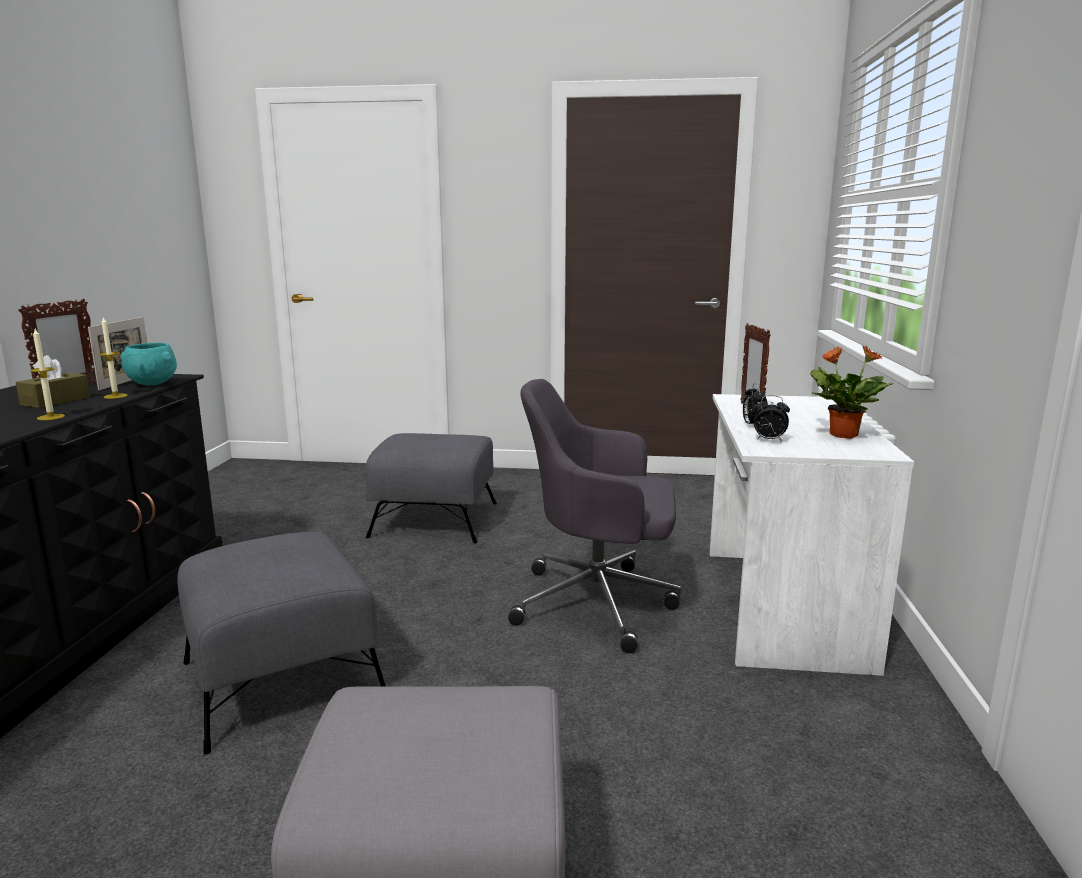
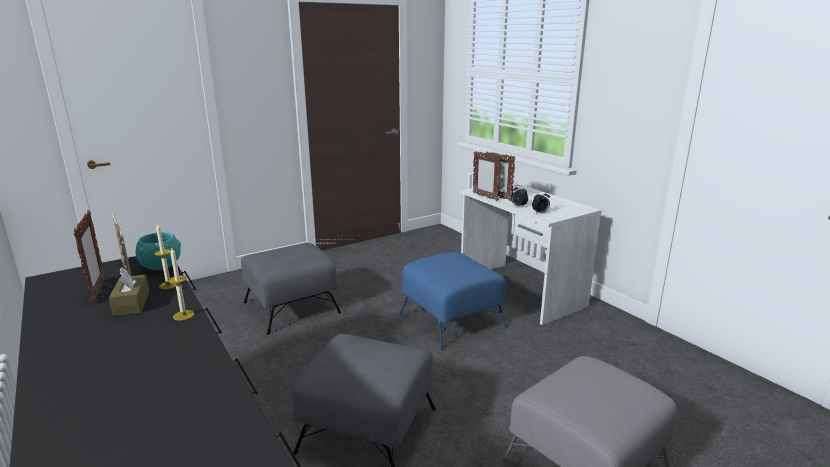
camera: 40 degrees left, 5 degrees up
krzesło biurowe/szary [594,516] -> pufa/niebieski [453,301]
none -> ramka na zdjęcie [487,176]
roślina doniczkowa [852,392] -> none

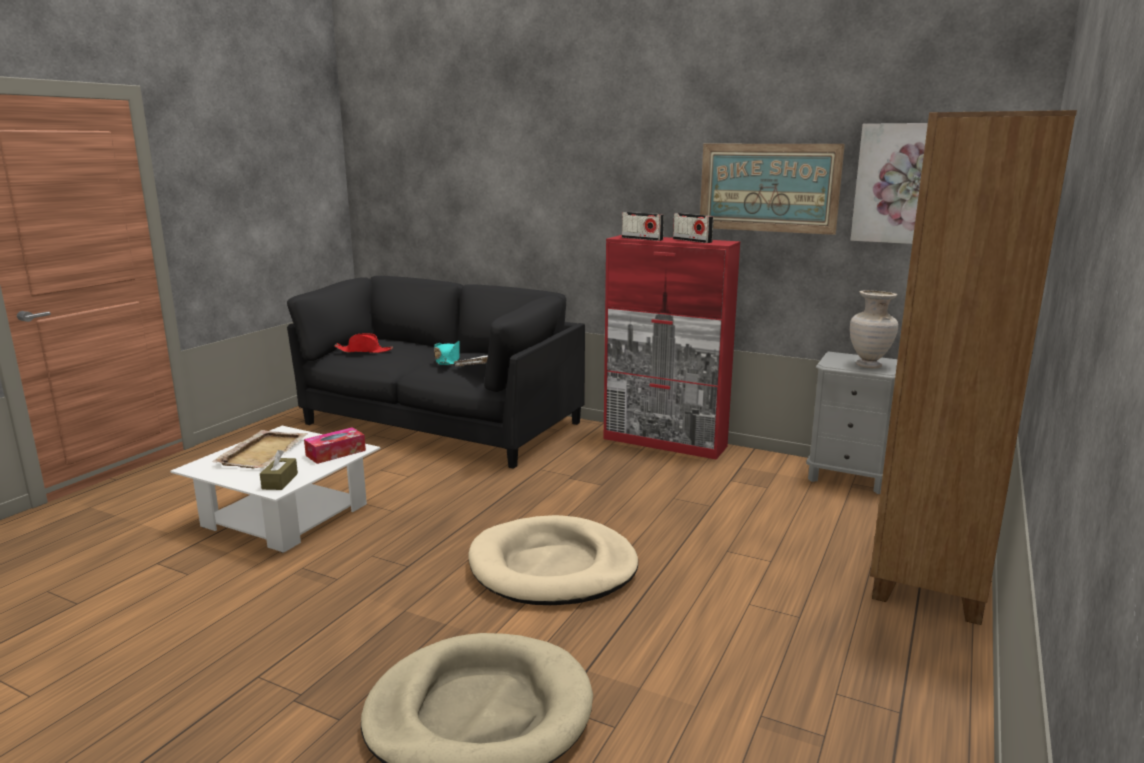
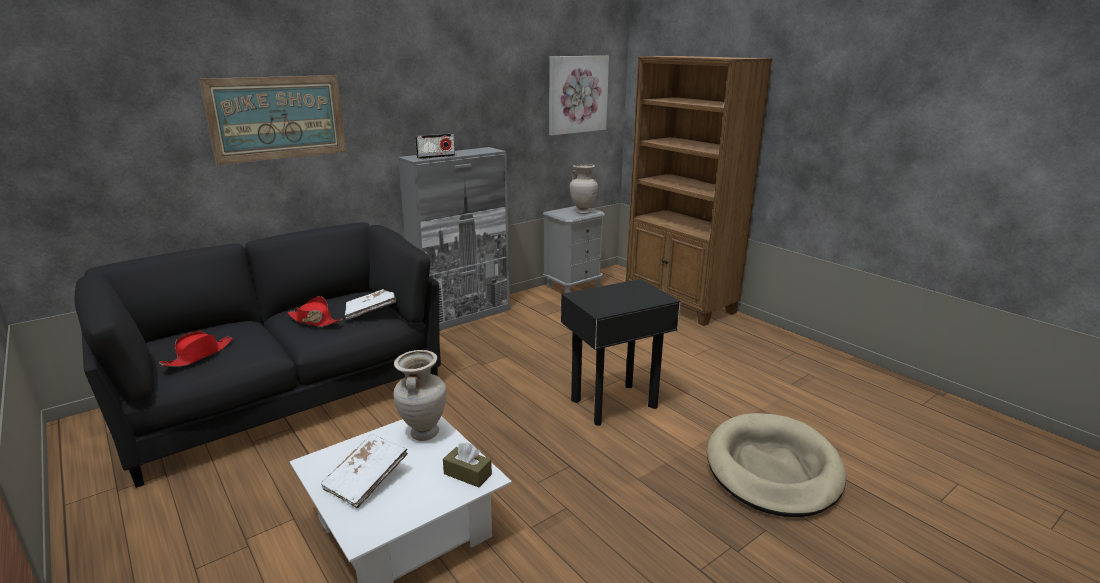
camera: 65 degrees left, 5 degrees up
obraz [772,189] -> obraz [272,120], move
kapelusz/turkusowy [447,353] -> kapelusz/czerwony [315,311]
taca/beżowy [259,449] -> książka/biały [364,471]
pudełko chusteczek [335,445] -> wazon/beżowy [420,395]
szafka/czerwony [672,347] -> szafka/szary [454,239]
legowisko/beżowy [553,560] -> stolik/czarny [620,352]
radio [693,228] -> none

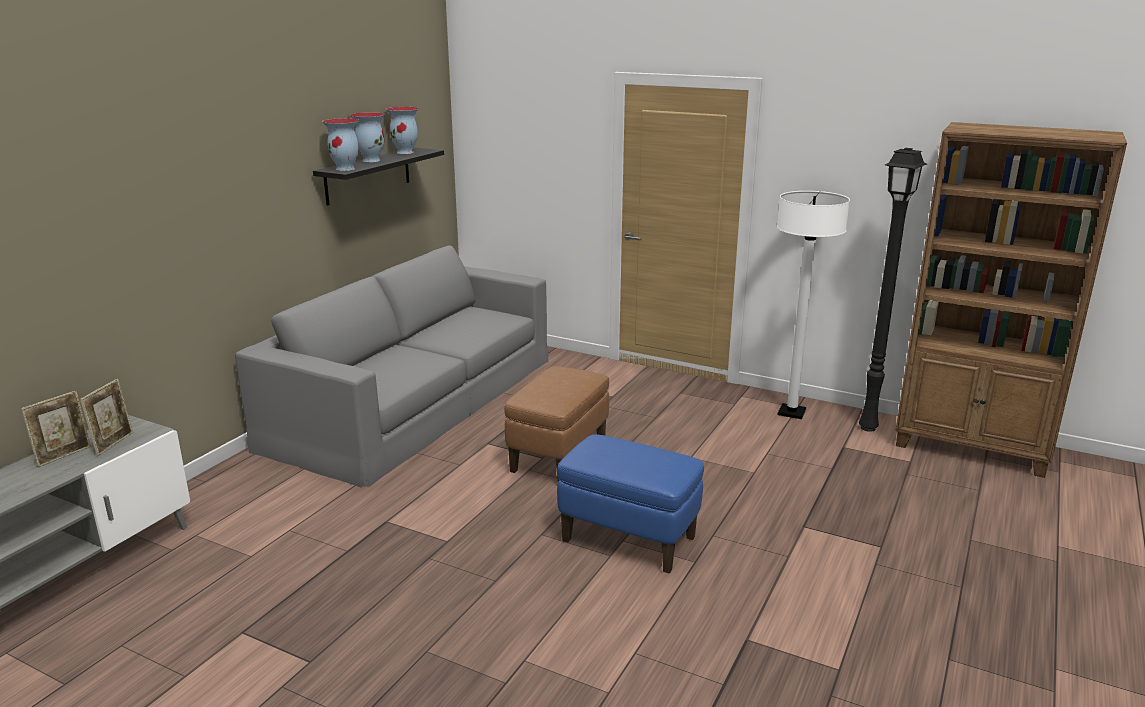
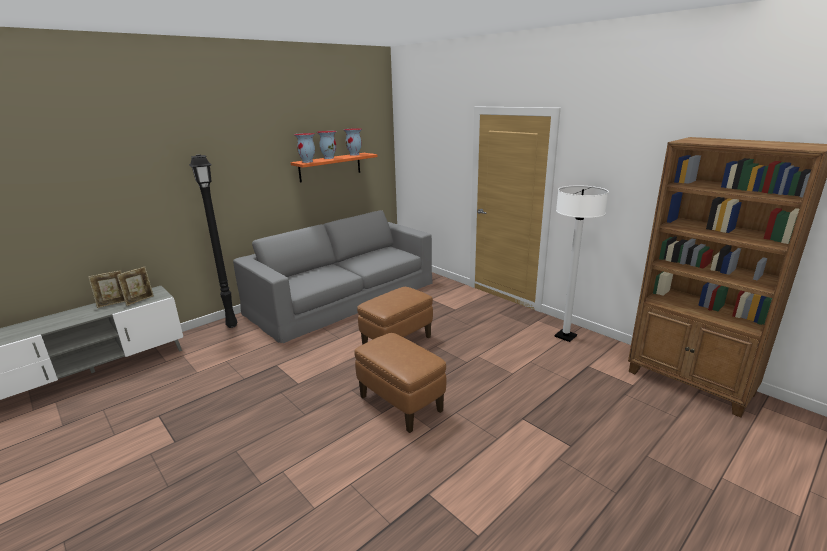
camera: 20 degrees right, 0 degrees up
lampa stojąca/czarny [893,290] -> lampa stojąca/czarny [213,241], move
półka/czarny [378,177] -> półka/pomarańczowy [334,167]
pufa/niebieski [630,504] -> pufa/brązowy [400,383]

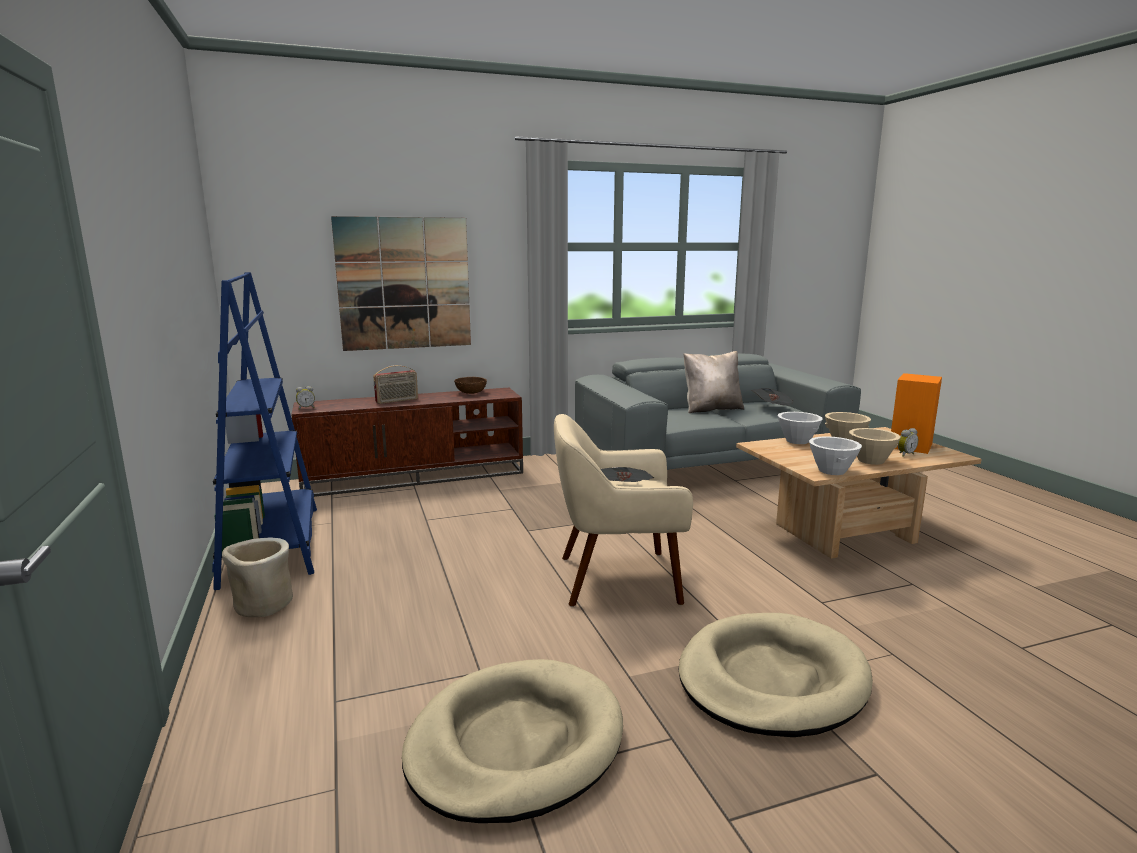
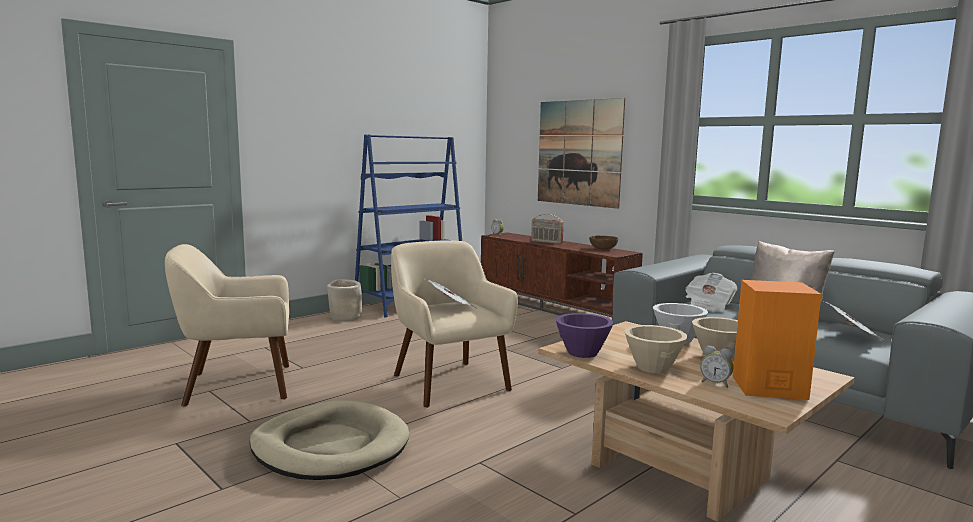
camera: 65 degrees right, 5 degrees down
legowisko/beżowy [512,741] -> fotel/beżowy [227,325]
miska/biały [835,455] -> miska/fioletowy [584,335]
none -> gazeta [711,291]

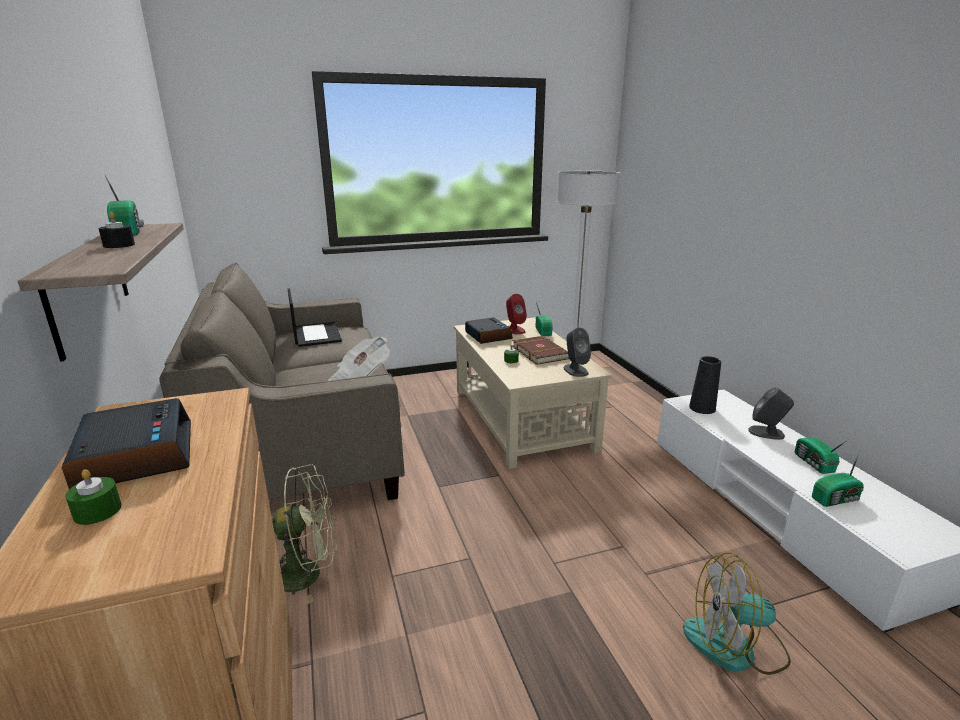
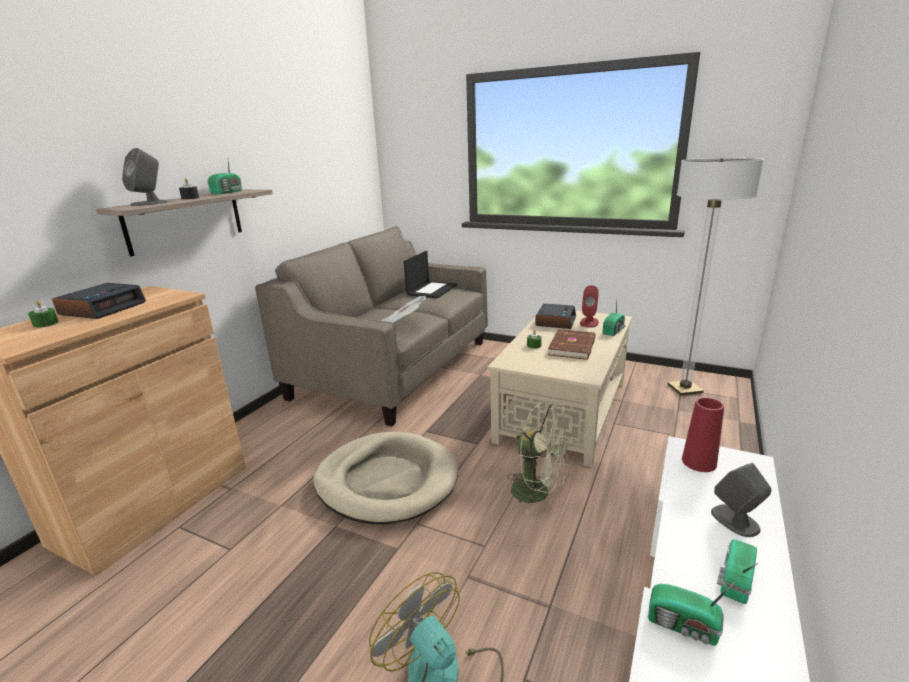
camera: 45 degrees right, 0 degrees up
głośnik/szary [577,352] -> głośnik/szary [145,177], move
none -> legowisko/beżowy [385,478]
wentylator/zielony [304,534] -> wentylator/zielony [540,458], move
wazon/czarny [705,385] -> wazon/czerwony [703,434]

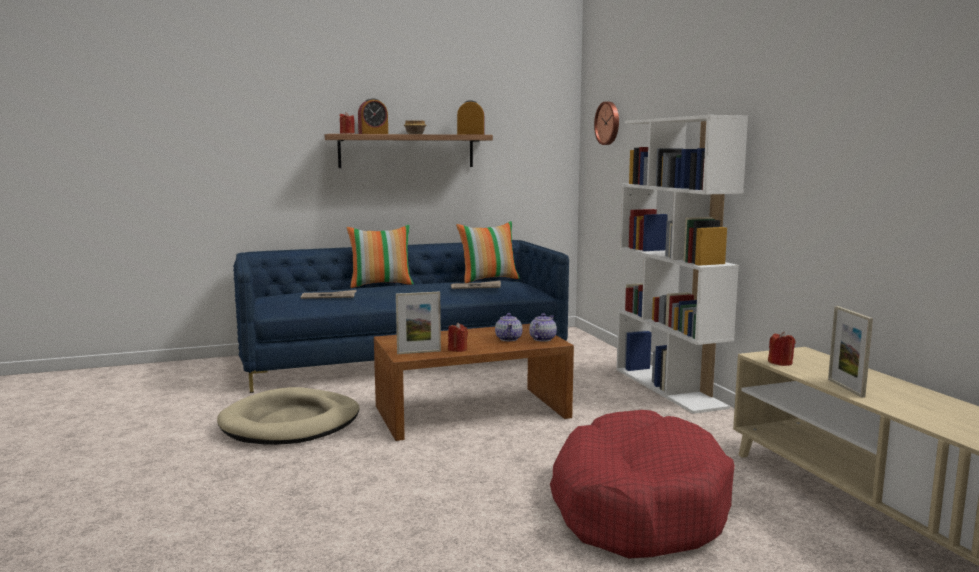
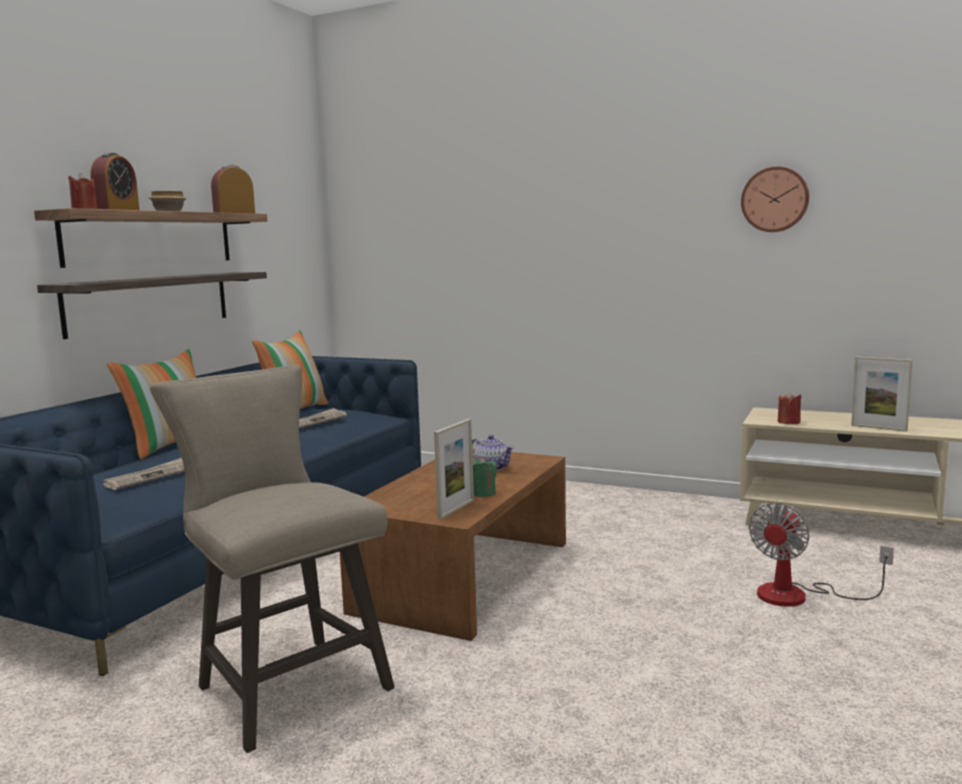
camera: 45 degrees left, 0 degrees up
none -> półka [152,305]
legowisko/beżowy [288,416] -> stołek/beżowy [272,559]
świeca/czerwony [458,337] -> świeca/zielony [485,477]
zegar ścienny [606,123] -> zegar ścienny [775,199], move
legowisko/czerwony [642,484] -> wentylator [821,555]
imbryk [543,327] -> none
regał/biały [682,264] -> none

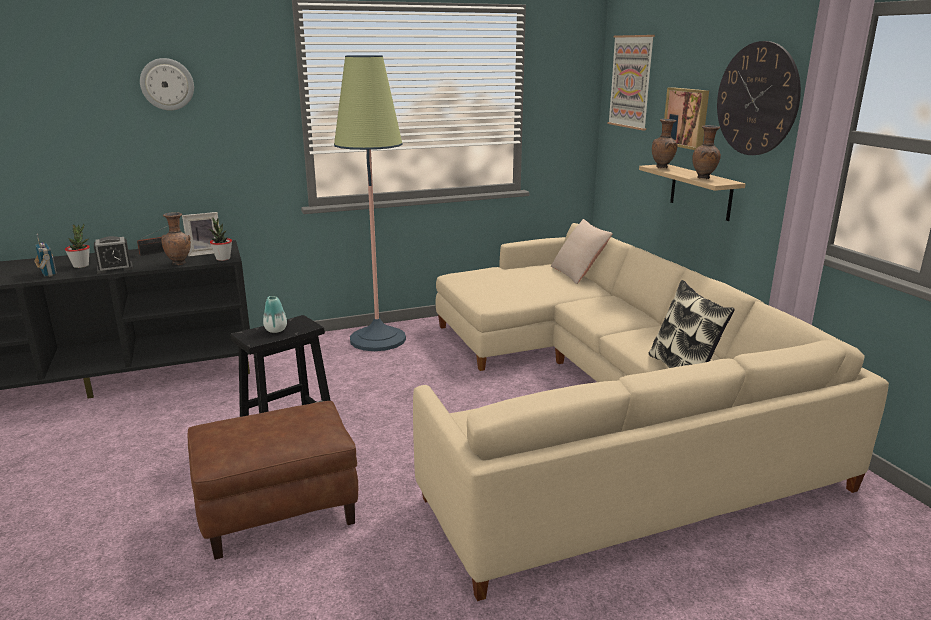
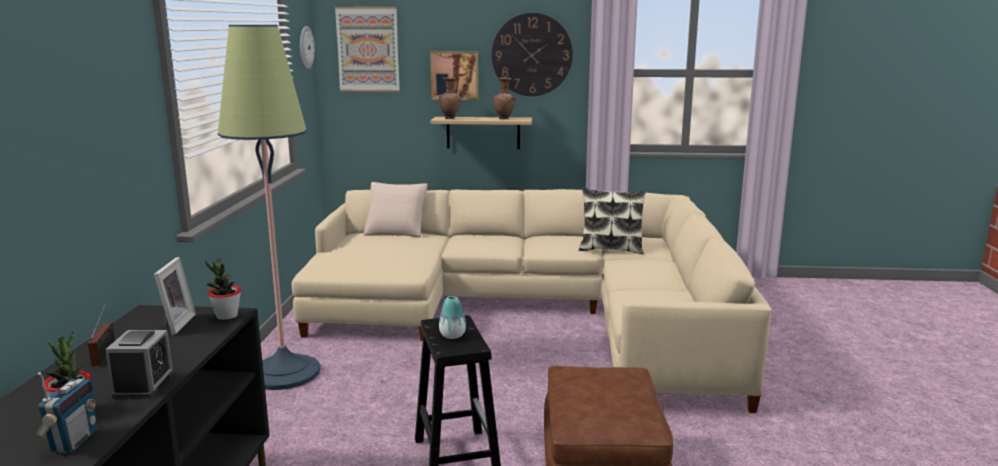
camera: 65 degrees left, 5 degrees down
radio [45,255] -> radio [66,412], 105 degrees clockwise
zegar ścienny [167,84] -> zegar ścienny [307,47], move
wazon/brązowy [176,238] -> none

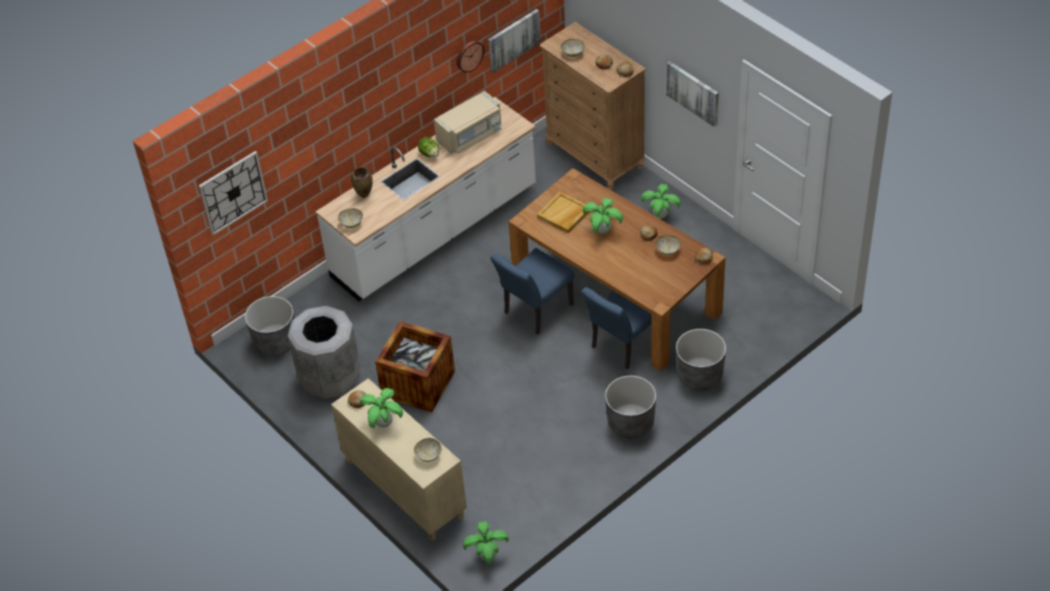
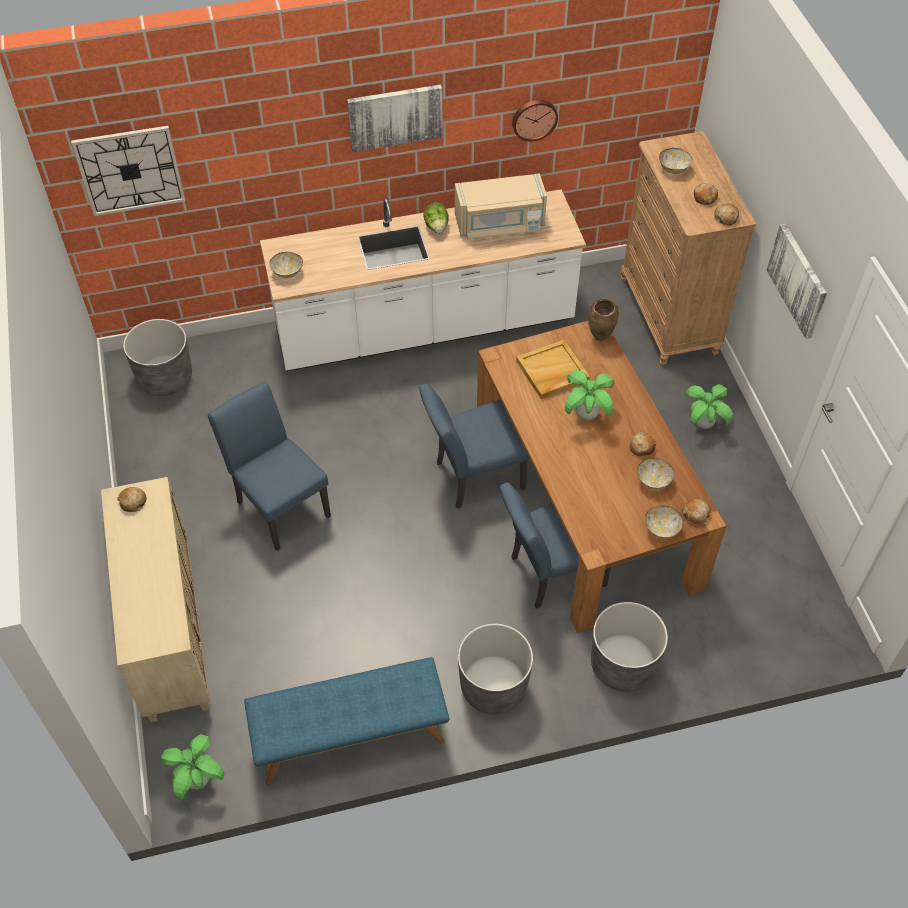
camera: 25 degrees right, 5 degrees up
skrzynka [415,366] -> krzesło/niebieski [269,466]
none -> ławka/niebieski [346,721]
obraz [514,41] -> obraz [395,118], move
wazon/brązowy [362,182] -> wazon/brązowy [603,320], move
miska [427,450] -> miska [664,522], move
kosz na śmieci/szary [324,352] -> none
roślina doniczkowa [381,408] -> none

